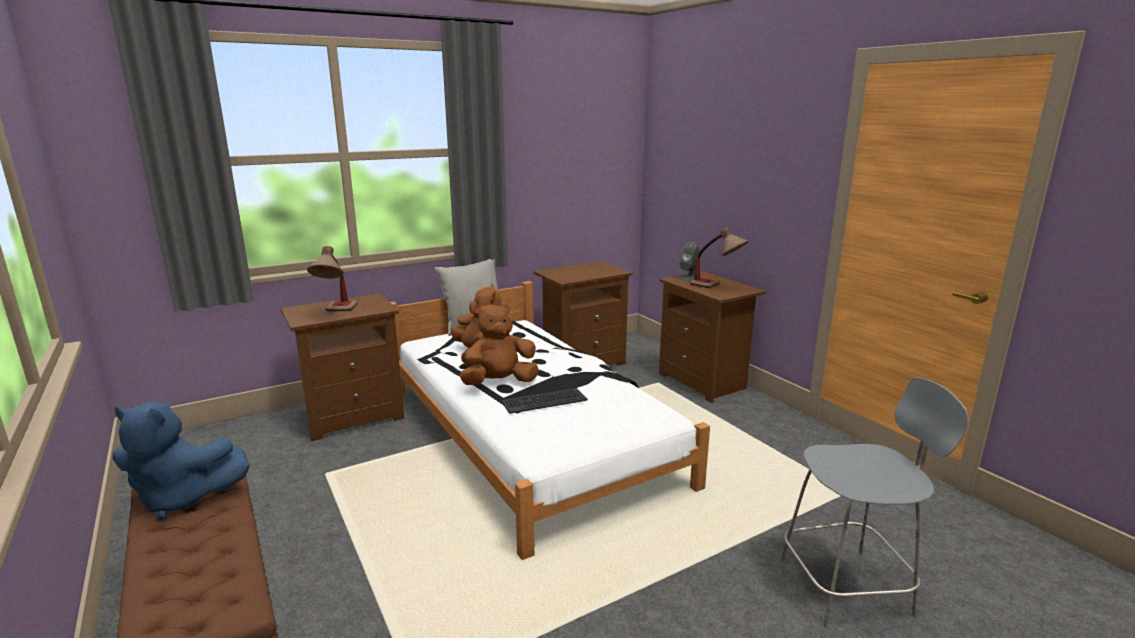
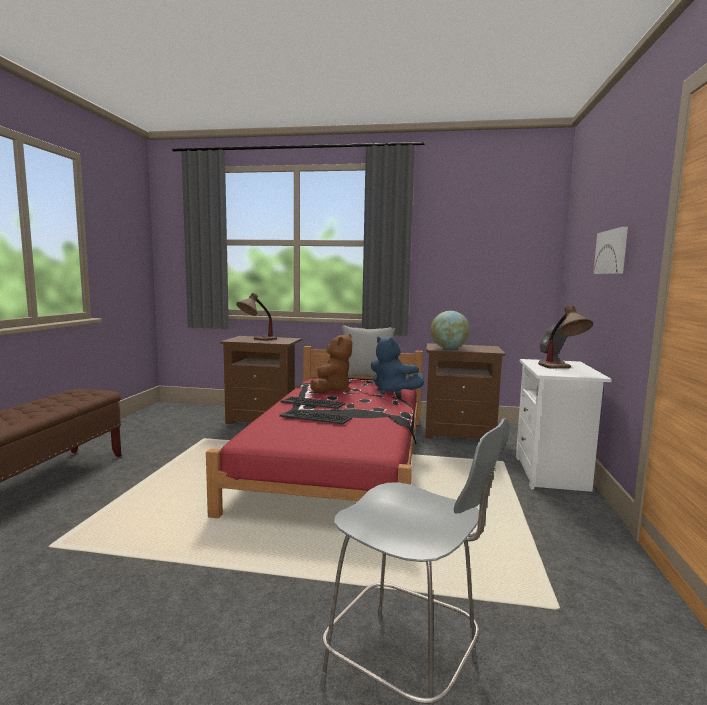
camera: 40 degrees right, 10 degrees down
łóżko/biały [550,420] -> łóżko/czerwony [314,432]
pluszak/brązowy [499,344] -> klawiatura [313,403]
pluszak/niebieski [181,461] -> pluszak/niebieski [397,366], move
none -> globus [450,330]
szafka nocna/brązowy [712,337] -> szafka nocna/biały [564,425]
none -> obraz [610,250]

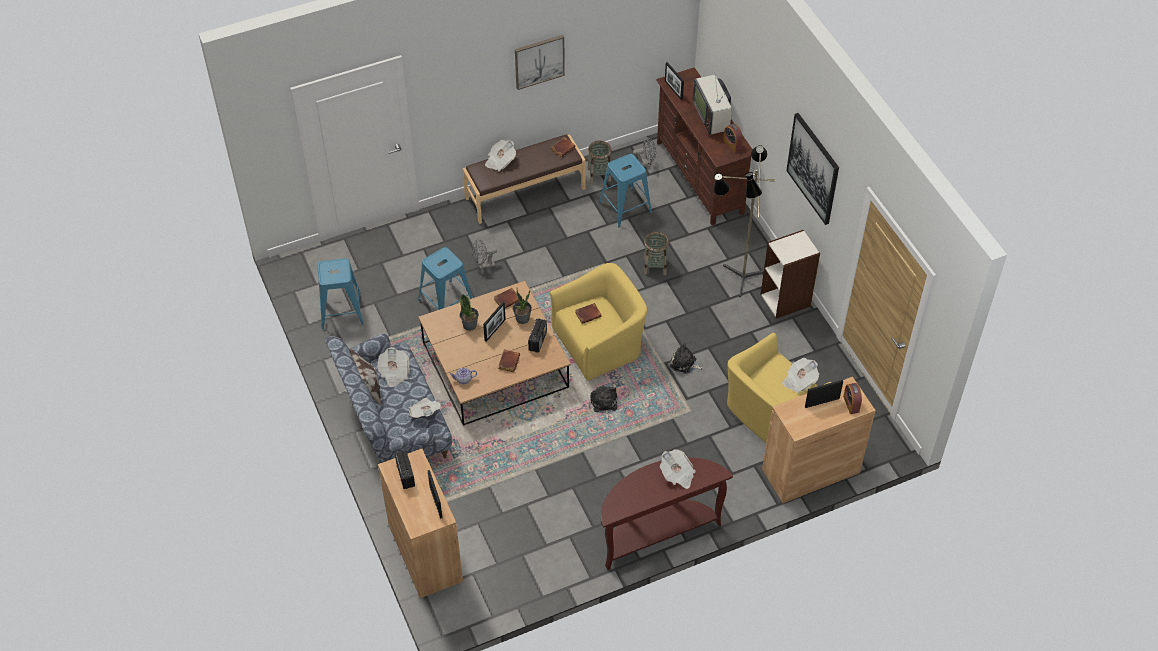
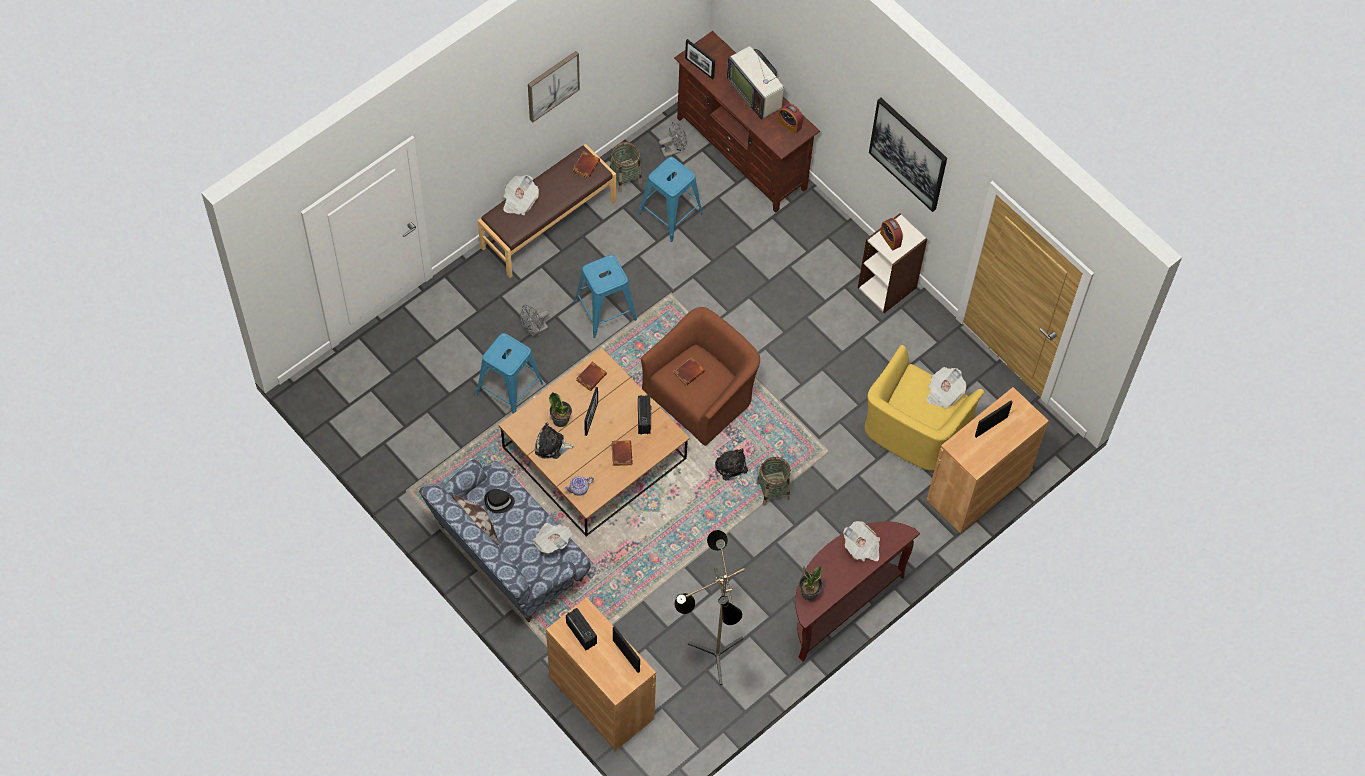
camera: 20 degrees left, 10 degrees up
gazeta [393,367] -> kapelusz/czarny [499,501]
pluszak [686,358] -> pluszak [555,440], move
stołek/niebieski [341,293] -> stołek/niebieski [605,296], move
fotel/żółty [598,322] -> fotel/brązowy [700,376]
lampa stojąca [744,221] -> lampa stojąca [709,607], move
koszyk [656,253] -> koszyk [773,481], move
roślina doniczkowa [522,306] -> roślina doniczkowa [811,583], move
budzik [852,398] -> budzik [891,234], move

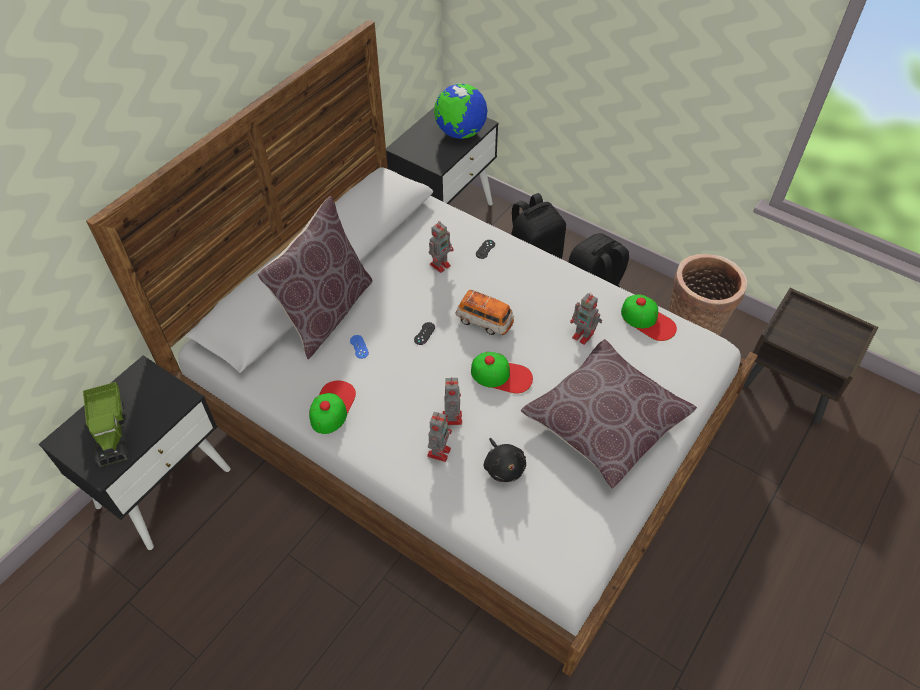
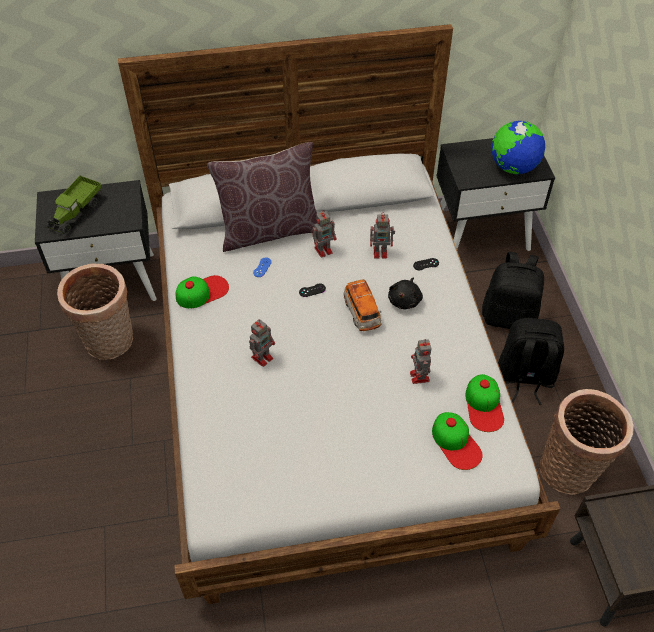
camera: 45 degrees right, 0 degrees up
none -> koszyk [95,312]
robot zabawkowy [439,437] -> robot zabawkowy [324,234], move
pluszak/czarny [505,460] -> pluszak/czarny [405,293], move
czapka z daszkiem [502,373] -> czapka z daszkiem [457,441], move
poduszka/brązowy [609,414] -> none

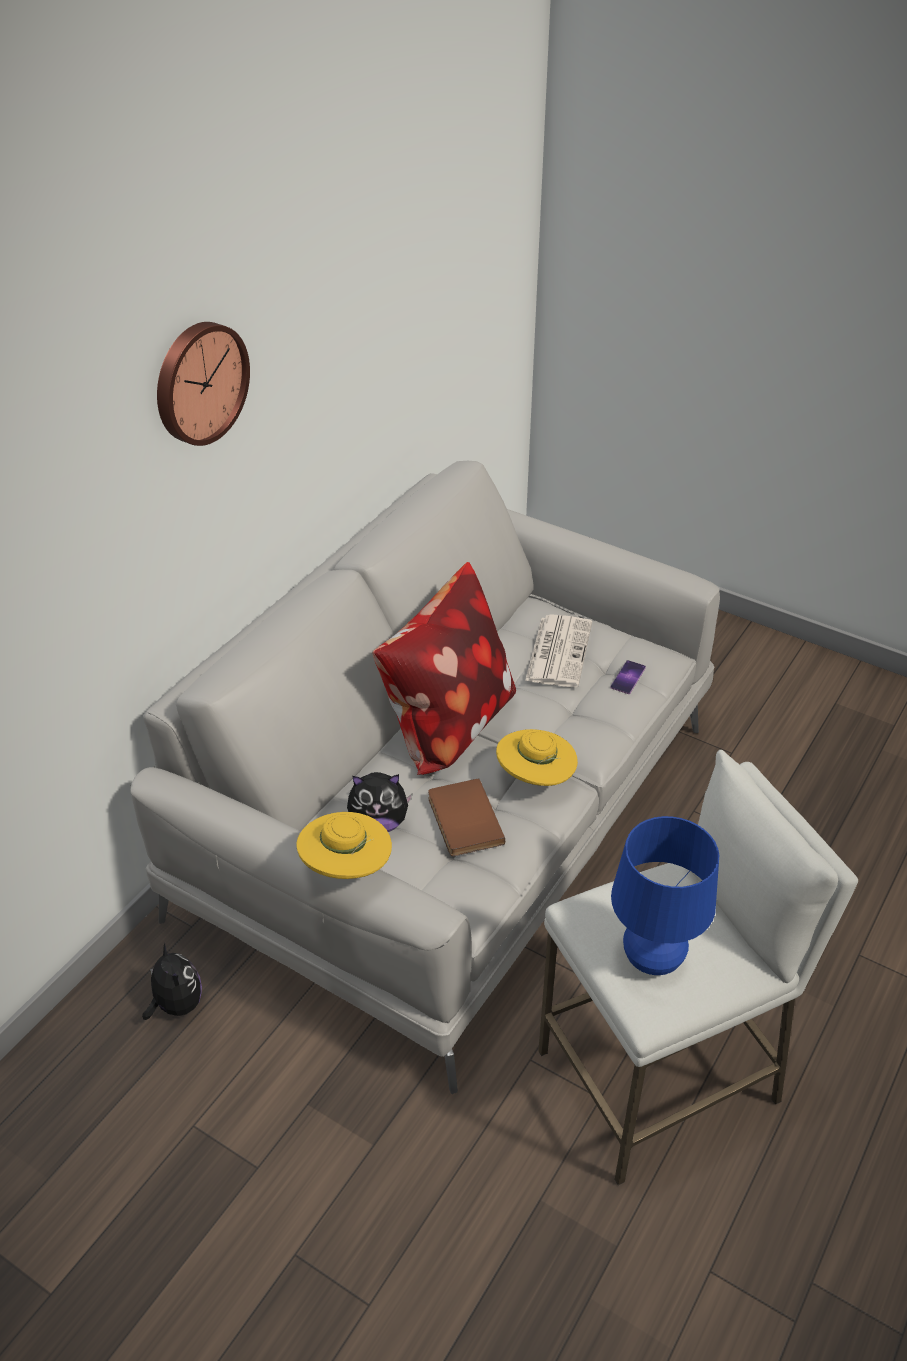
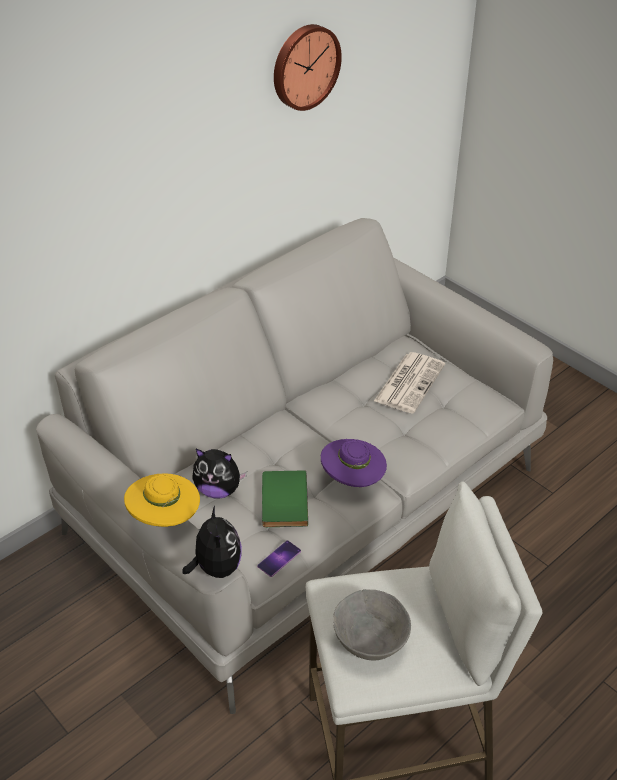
camera: 15 degrees right, 0 degrees up
pluszak [172,981] -> pluszak [212,542], move
telefon [628,677] -> telefon [279,558], move
książka/brązowy [466,817] -> książka/zielony [285,498]
zegar ścienny [203,384] -> zegar ścienny [308,67], move
kapelusz/żółty [537,757] -> kapelusz/fioletowy [354,463]
lampa stołowa/niebieski [665,895] -> miska/szary [372,624]
poduszka [444,668] -> none

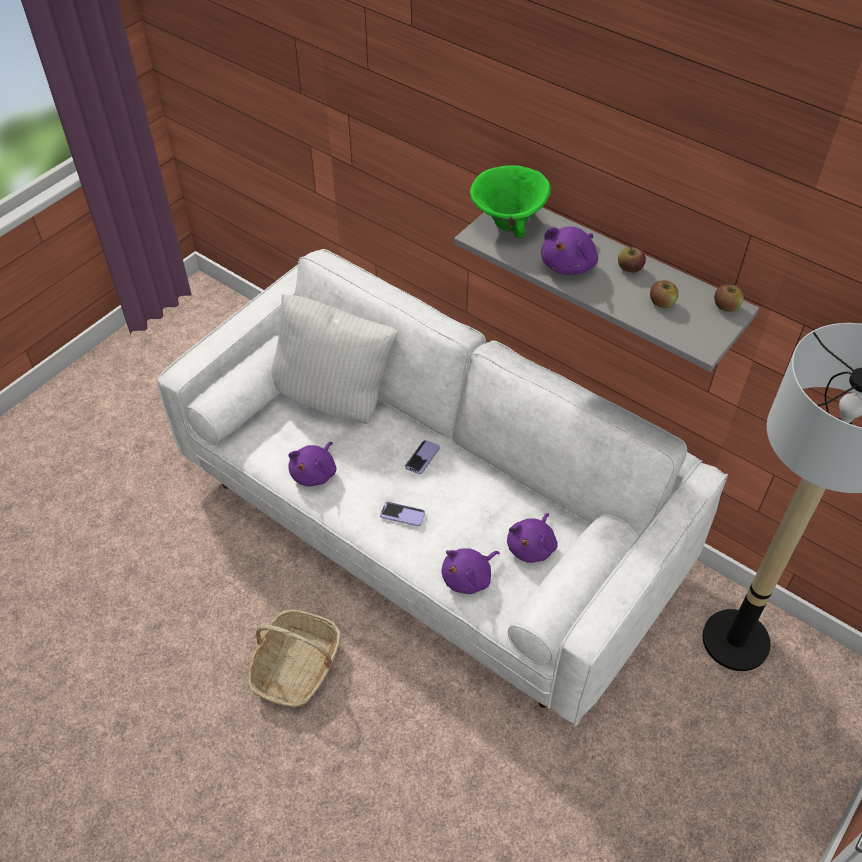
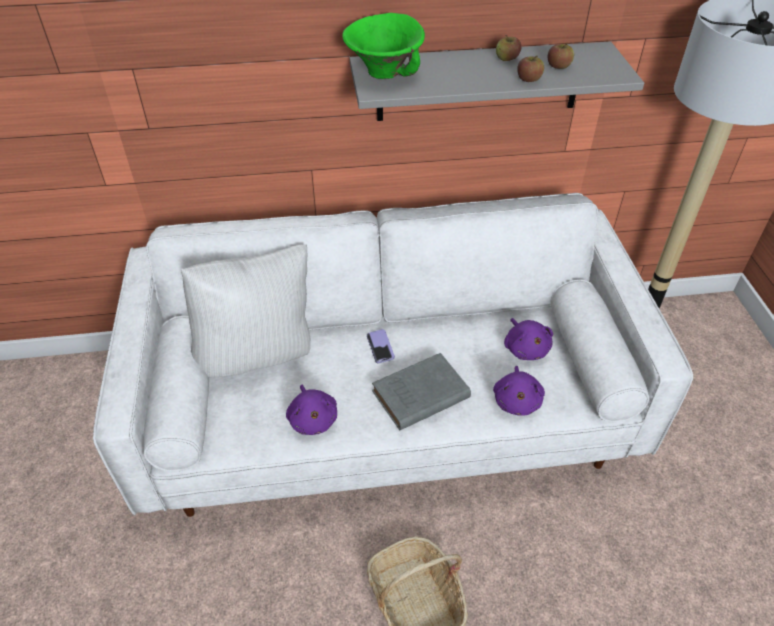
camera: 45 degrees left, 5 degrees down
telefon [402,514] -> książka/szary [421,391]
jabłko [729,298] -> jabłko [530,69], move
pluszak/fioletowy [569,250] -> none

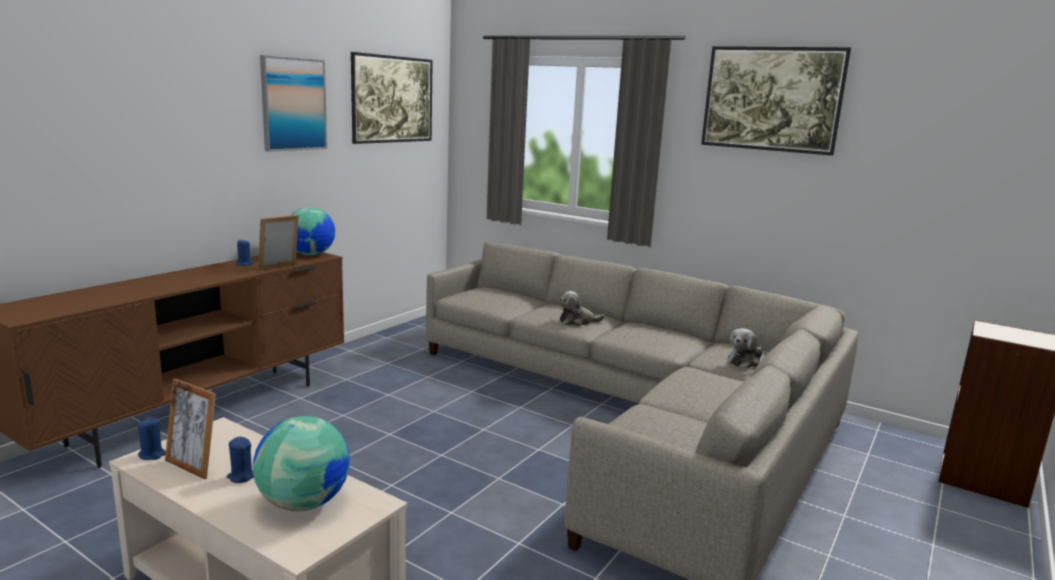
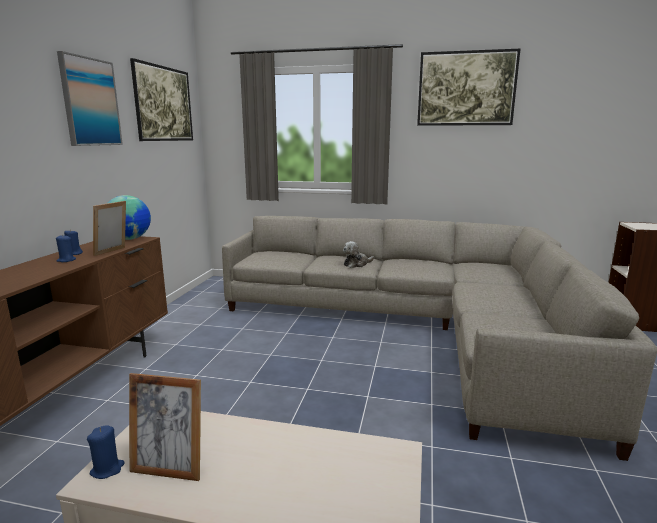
camera: 20 degrees left, 0 degrees up
świeca/niebieski [240,460] -> świeca/niebieski [66,248], move
globus [301,463] -> none
pluszak [745,348] -> none

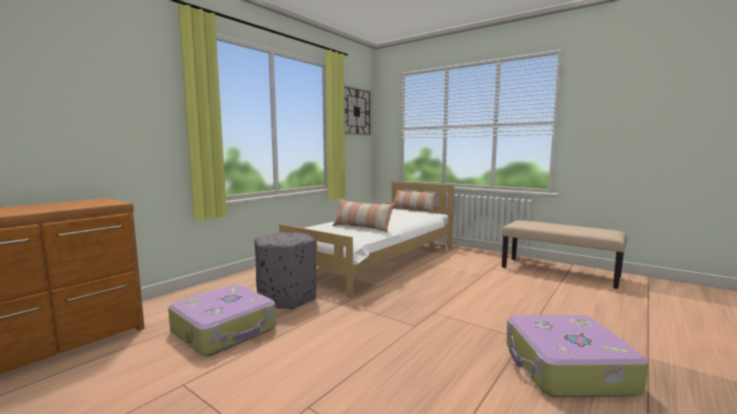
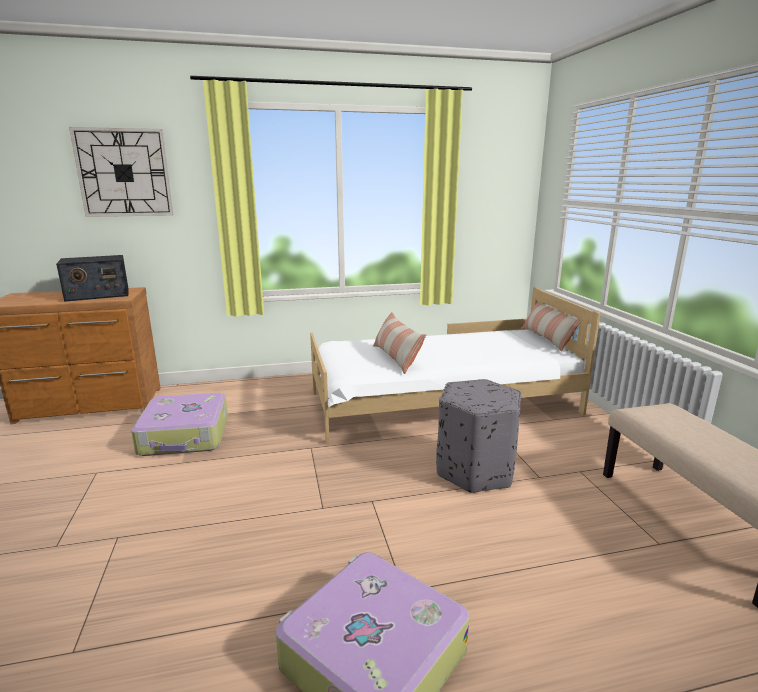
camera: 40 degrees right, 10 degrees up
none -> radio [92,278]
zegar ścienny [358,110] -> zegar ścienny [121,172], move
pufa/szary [285,271] -> pufa/szary [478,436], move

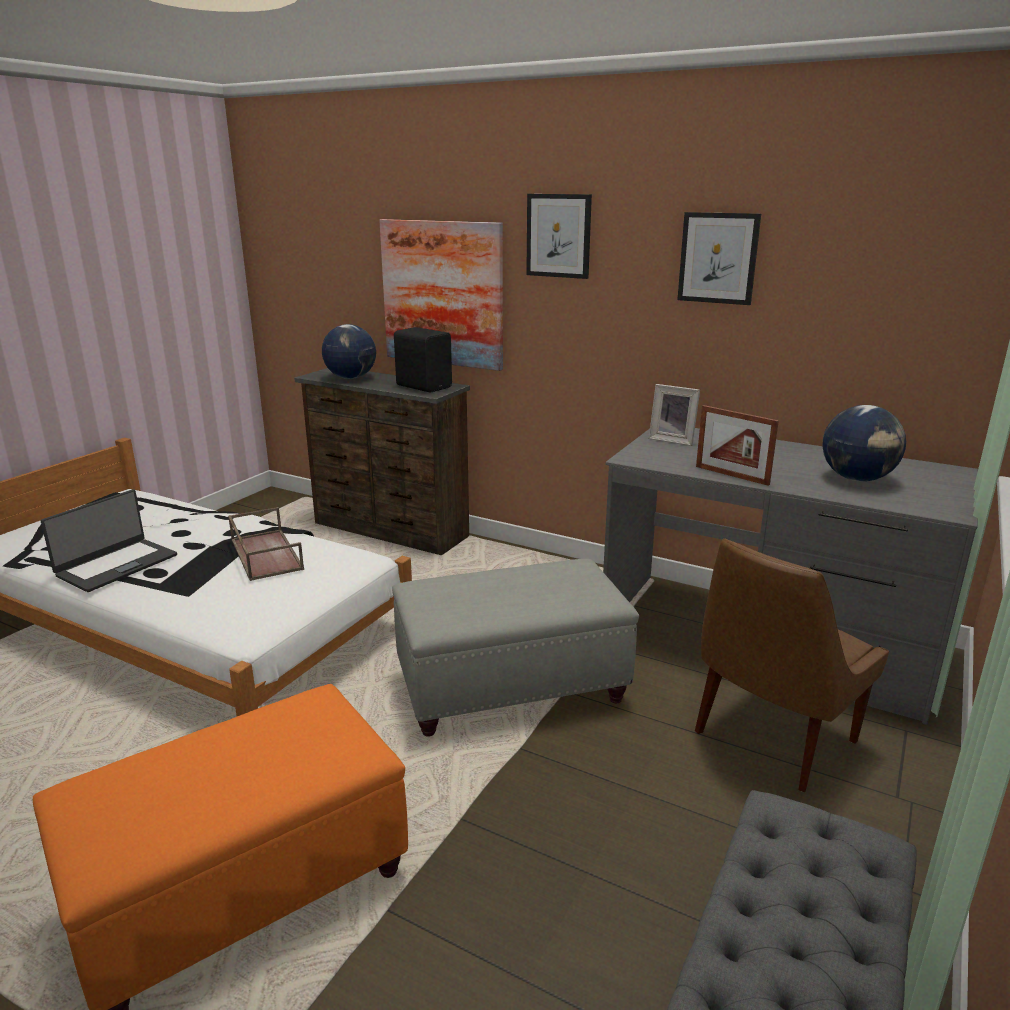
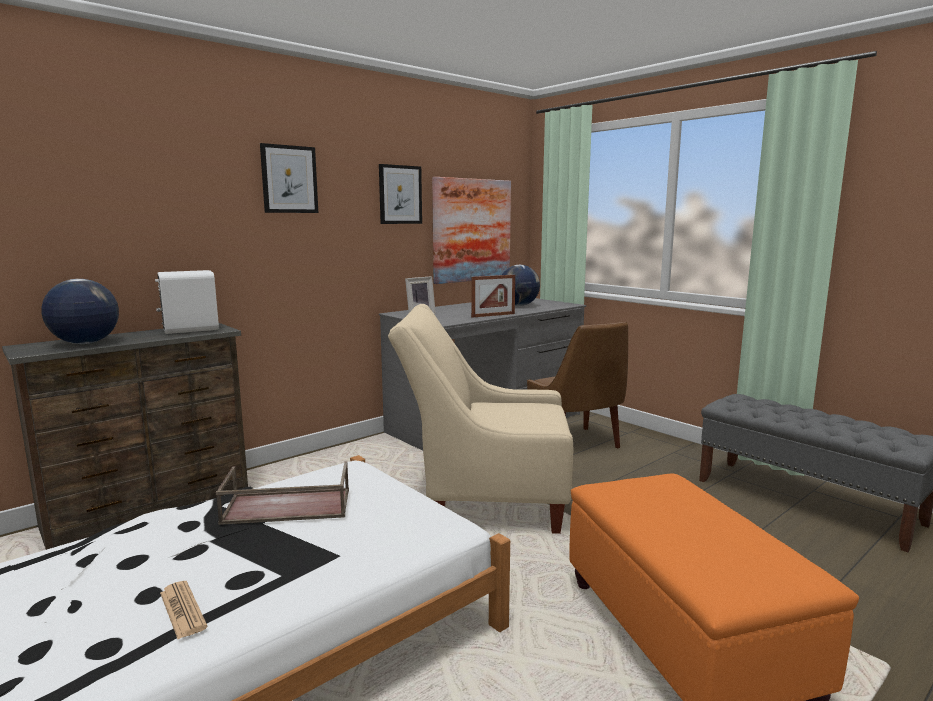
camera: 70 degrees left, 10 degrees down
głośnik/czarny [423,360] -> głośnik/biały [187,302]
laptop [109,540] -> gazeta [184,610]
pufa/szary [515,648] -> fotel/beżowy [480,419]
obraz [441,295] -> obraz [471,230], move

